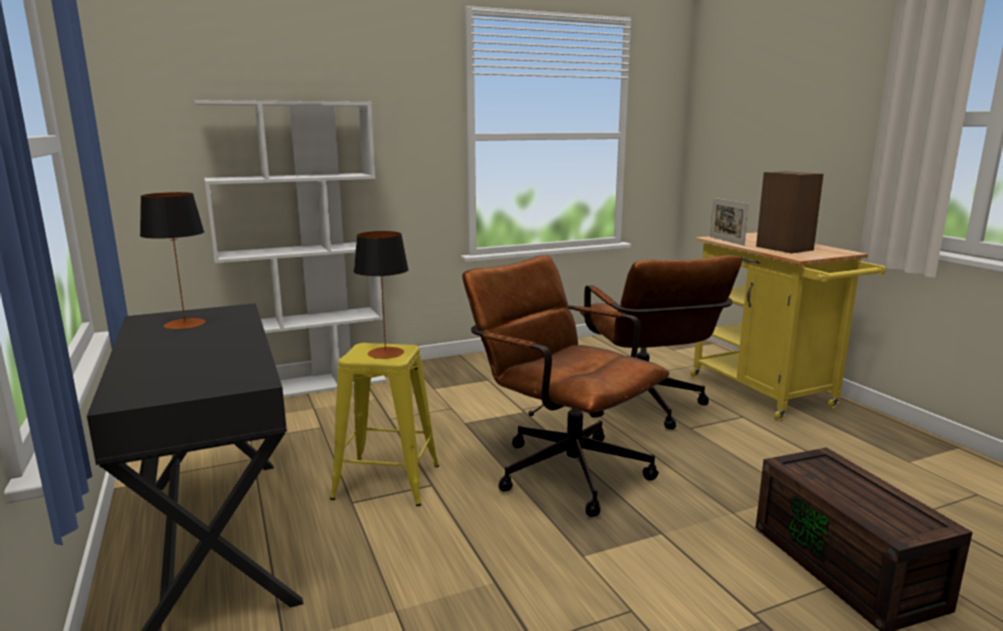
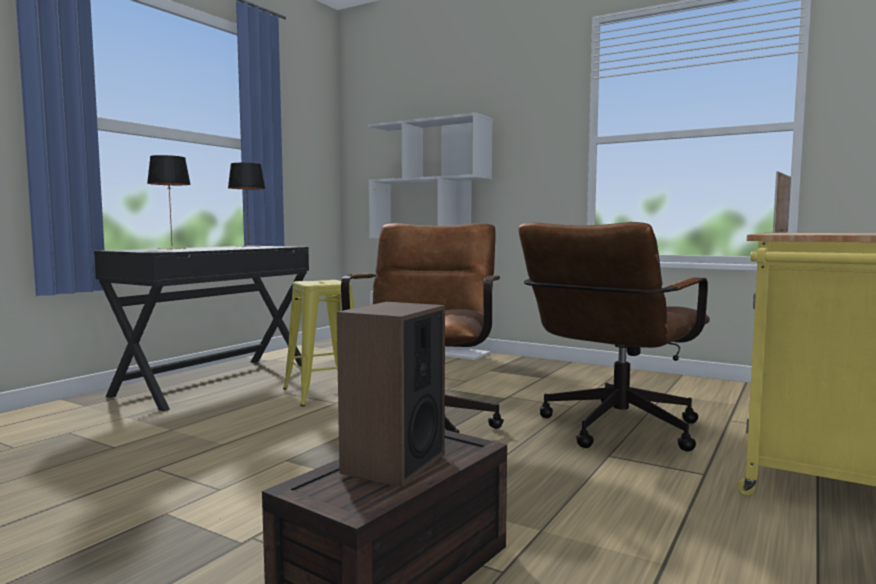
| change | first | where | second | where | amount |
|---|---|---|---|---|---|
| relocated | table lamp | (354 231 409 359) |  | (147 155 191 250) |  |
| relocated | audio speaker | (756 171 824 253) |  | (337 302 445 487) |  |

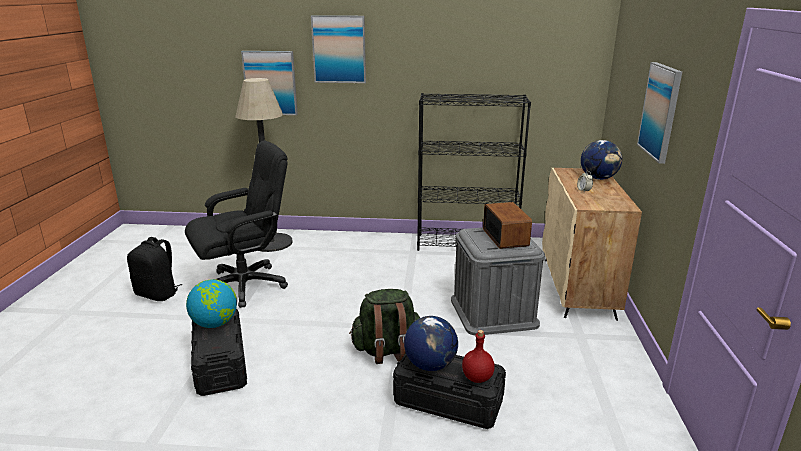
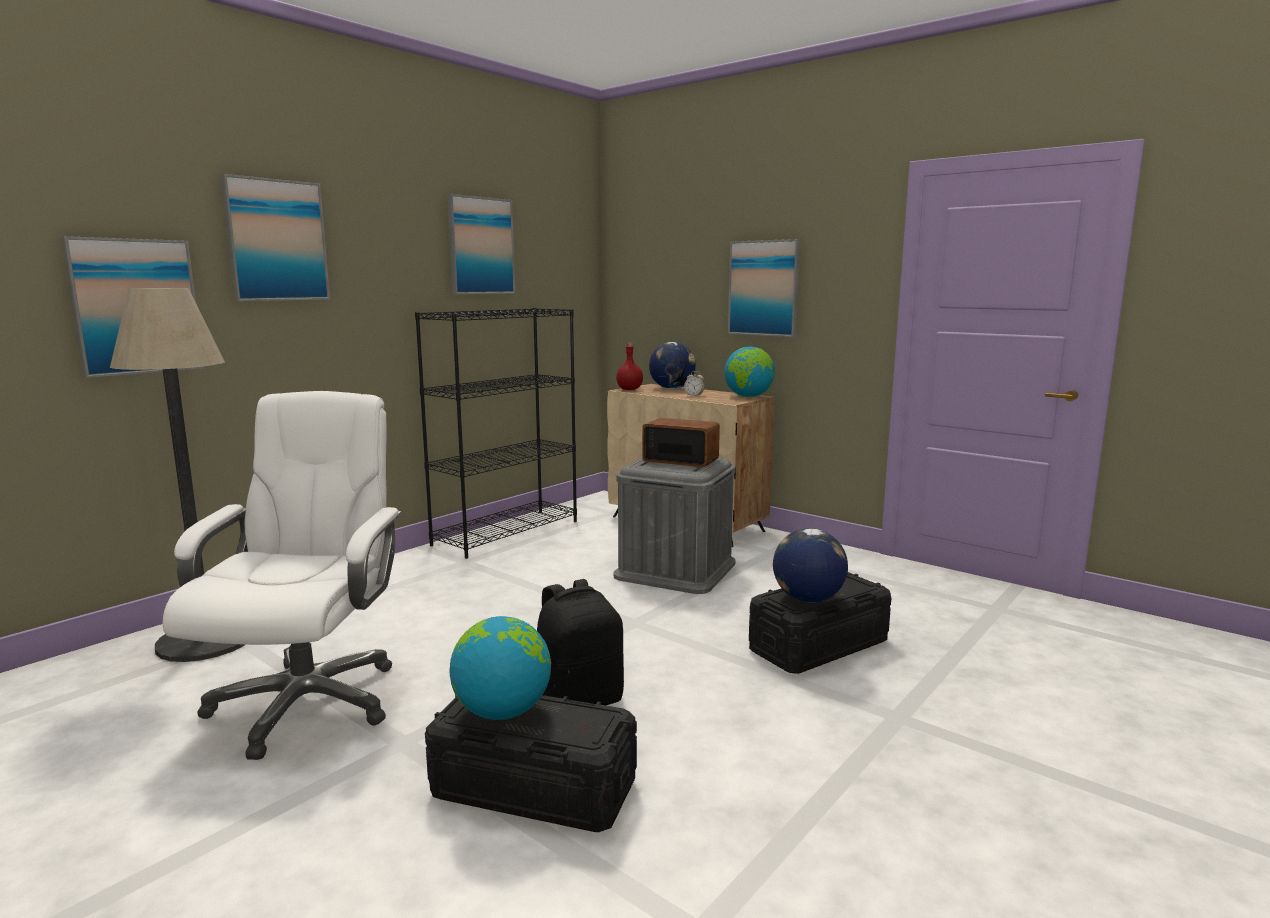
| change | first | where | second | where | amount |
|---|---|---|---|---|---|
| colour | black desk chair | (185 140 288 308) | white desk chair | (163 391 402 760) |  |
| appeared |  |  | picture | (447 194 515 295) |  |
| relocated | black backpack | (127 237 183 301) |  | (537 579 624 705) |  |
| relocated | reddish beverage bottle | (462 330 495 383) |  | (616 342 643 390) |  |
| appeared |  |  | globe | (724 347 775 397) |  |
| missing | green backpack | (349 289 420 364) |  |  |  |

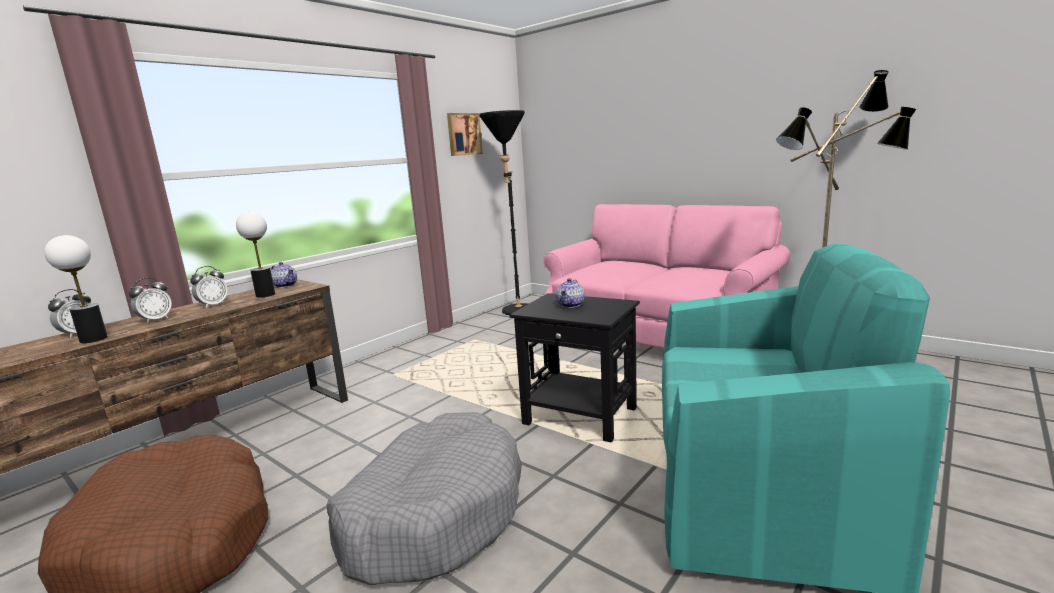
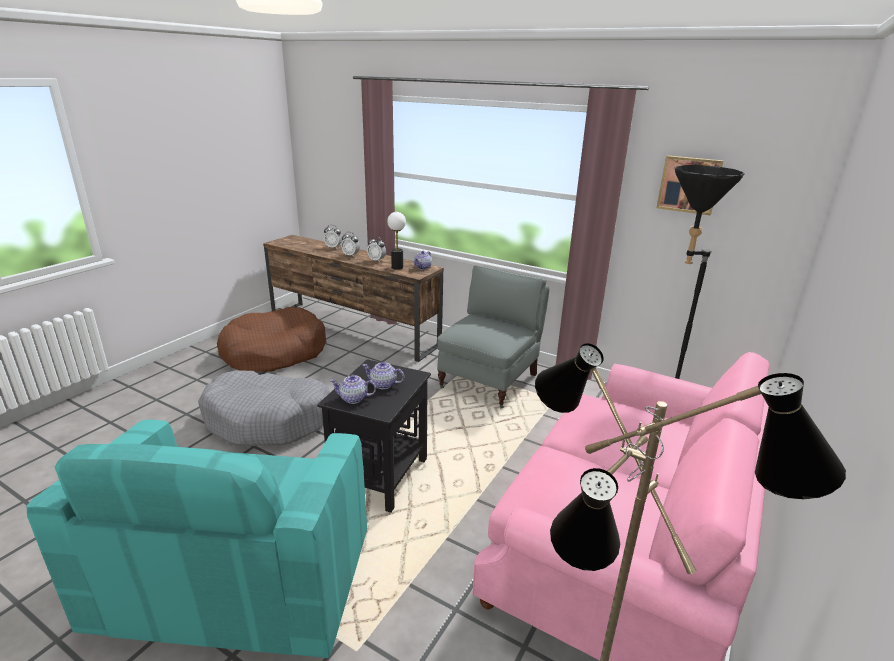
| change | first | where | second | where | amount |
|---|---|---|---|---|---|
| appeared |  |  | teapot | (330 375 376 404) |  |
| appeared |  |  | grey lounge chair | (437 265 550 408) |  |
| missing | table lamp | (44 235 108 343) |  |  |  |

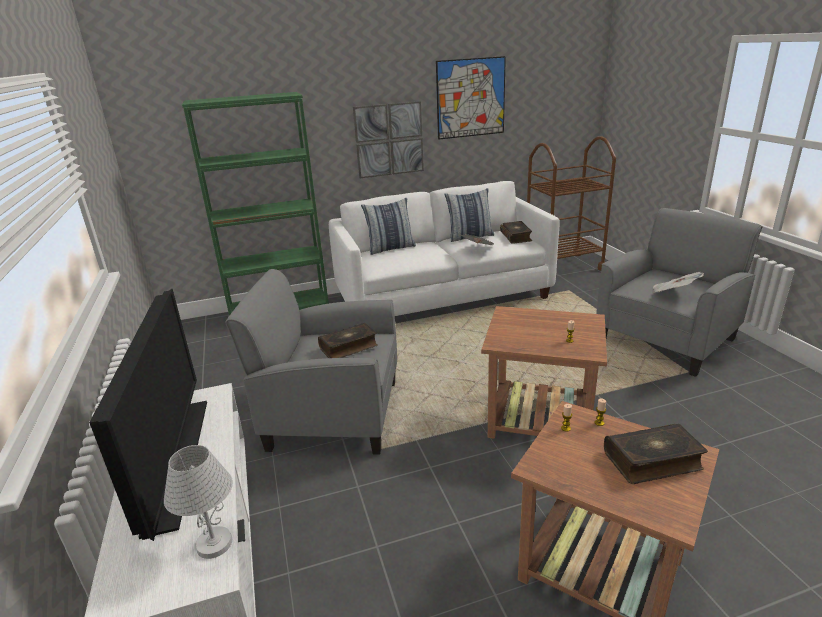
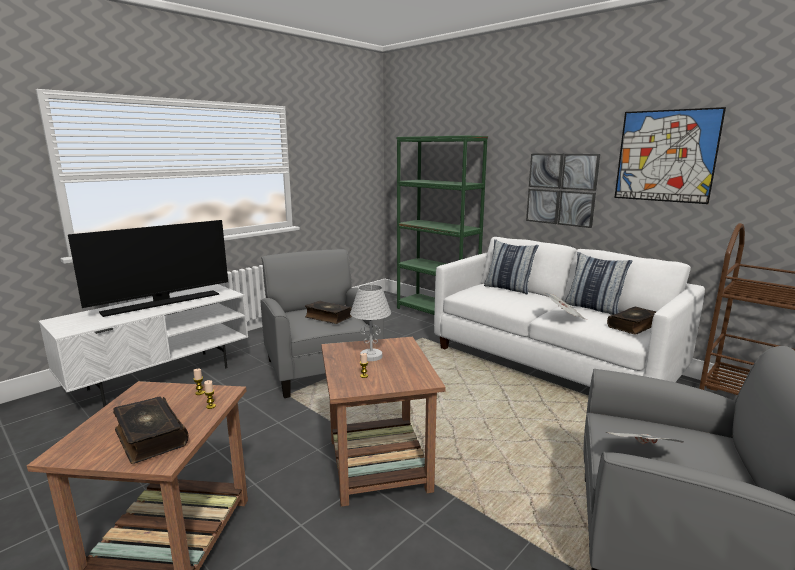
| change | first | where | second | where | amount |
|---|---|---|---|---|---|
| relocated | white table lamp | (164 445 233 559) |  | (350 284 391 361) |  |

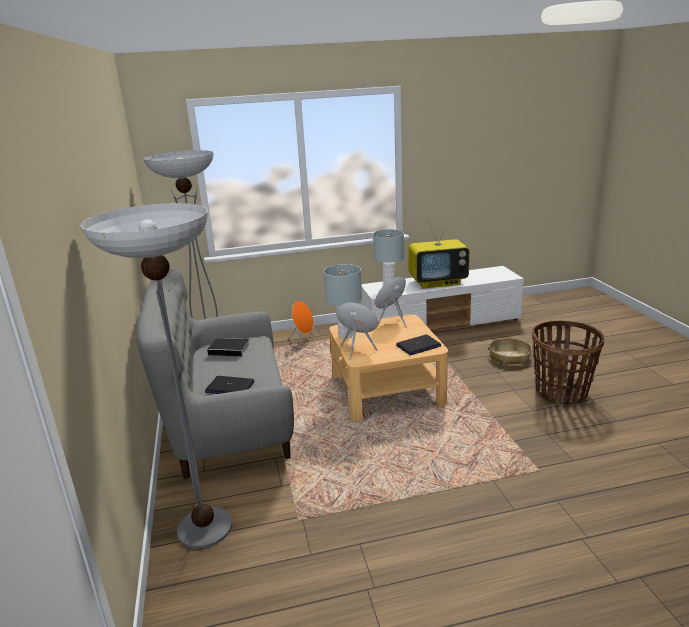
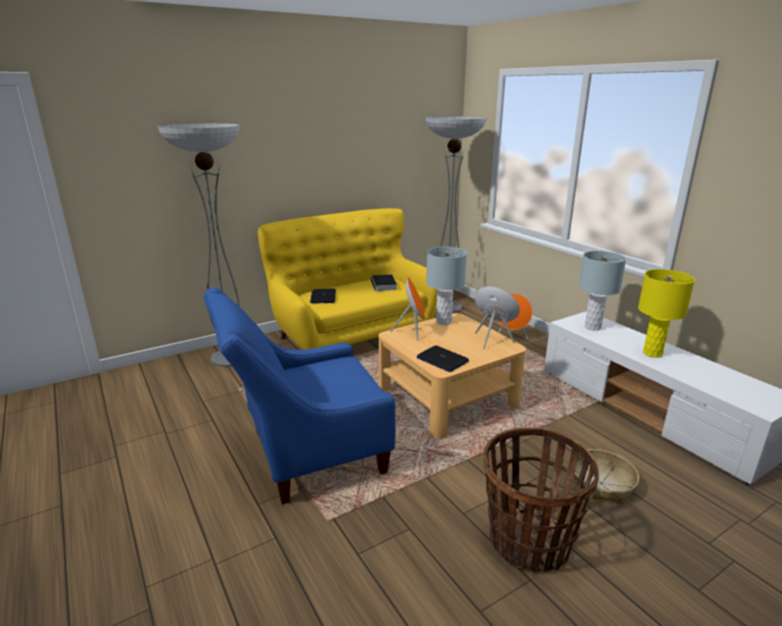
| change | first | where | second | where | amount |
|---|---|---|---|---|---|
| appeared |  |  | blue lounge chair | (203 287 396 505) |  |
| colour | grey settee | (137 269 294 479) | yellow settee | (258 208 437 350) |  |
| exchanged | TV | (408 220 470 289) | yellow table lamp | (638 269 695 358) |  |

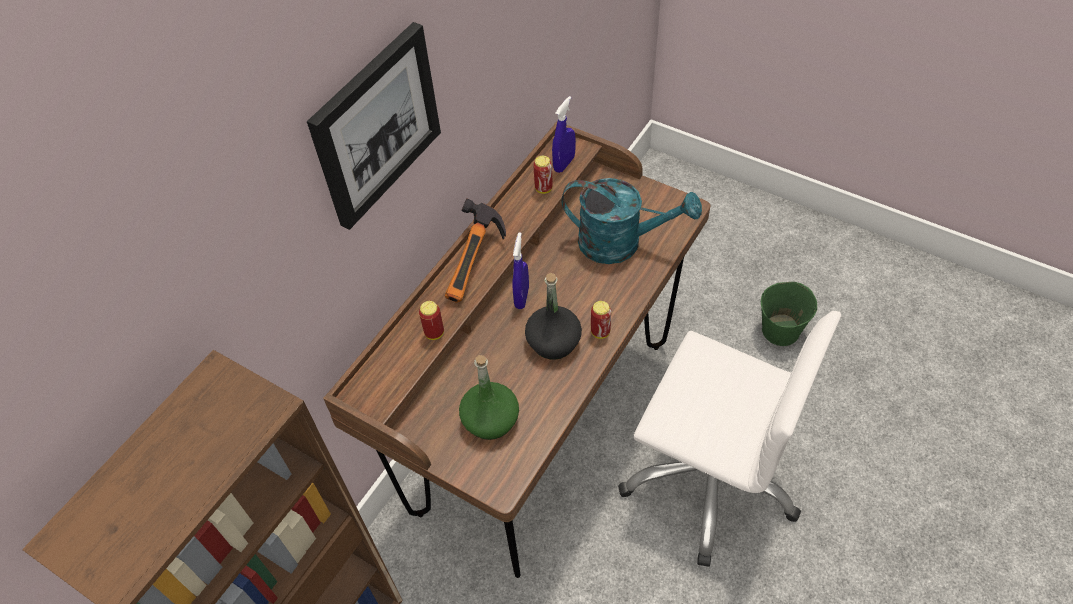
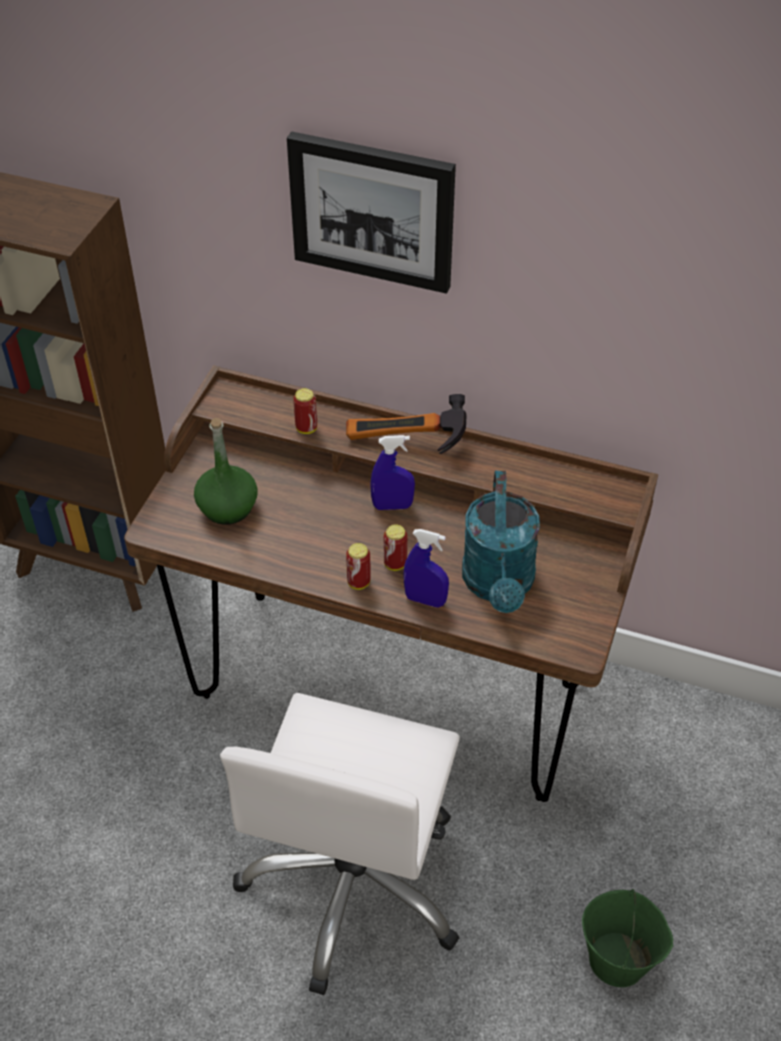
| change | first | where | second | where | amount |
|---|---|---|---|---|---|
| relocated | sealed can | (533 156 553 194) |  | (384 525 407 571) |  |
| relocated | blue sprayer | (552 96 576 173) |  | (403 529 449 608) |  |
| missing | black beverage bottle | (525 273 582 360) |  |  |  |

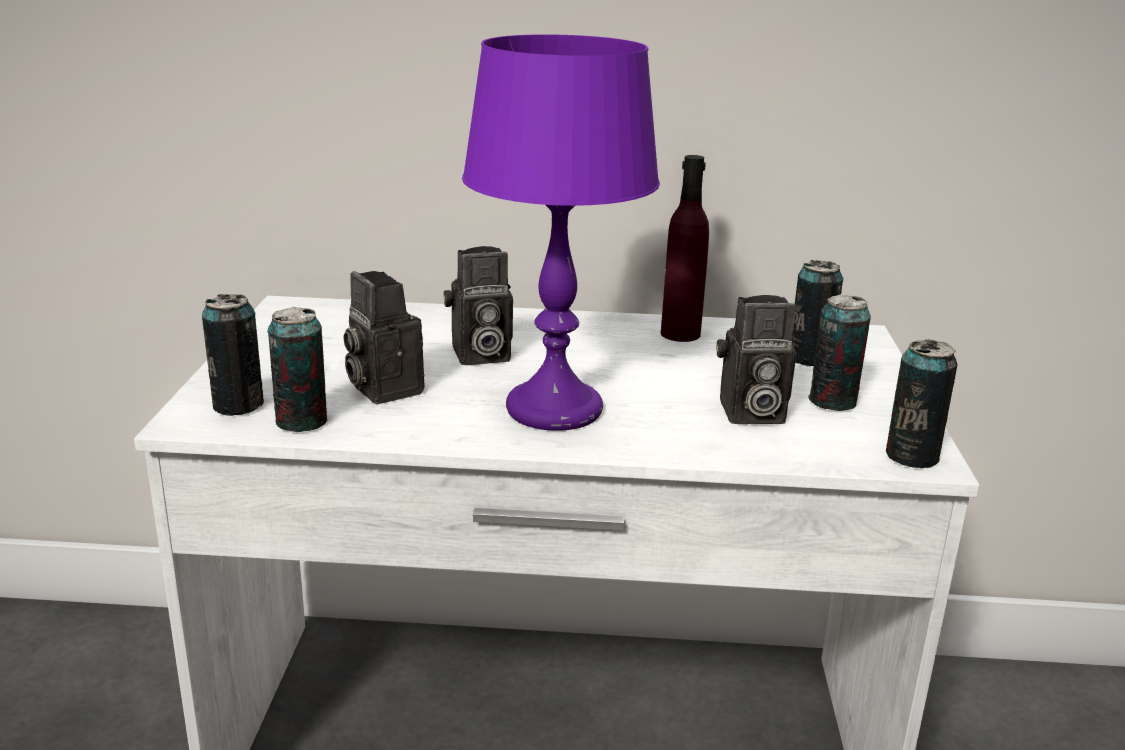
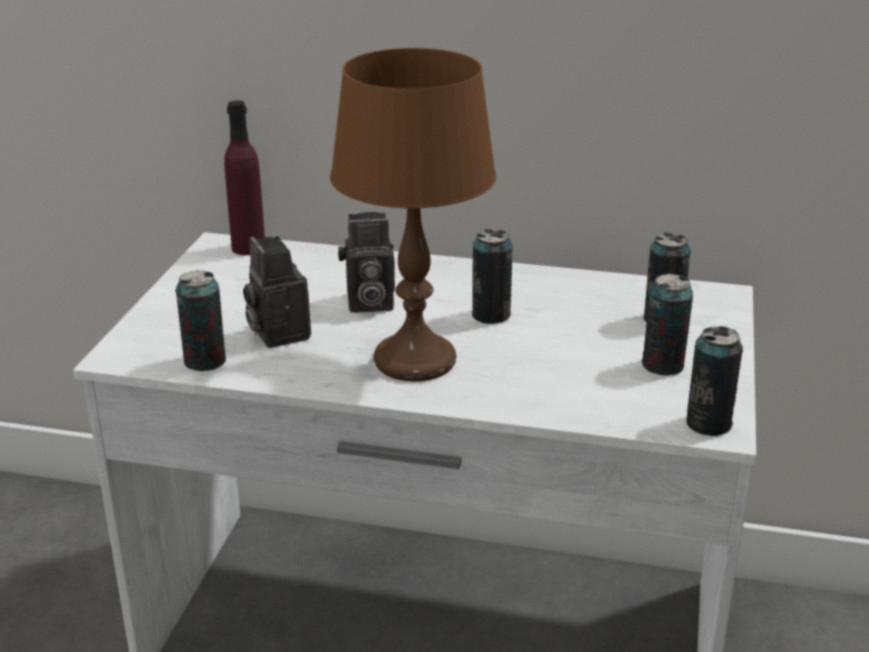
| change | first | where | second | where | amount |
|---|---|---|---|---|---|
| relocated | purple-coloured beverage bottle | (661 155 709 342) |  | (224 100 265 255) |  |
| colour | purple-coloured table lamp | (462 34 660 431) | brown-coloured table lamp | (330 48 497 382) |  |
| relocated | sealed can | (202 294 264 416) |  | (472 229 513 324) |  |
| missing | photo camera | (717 295 796 424) |  |  |  |

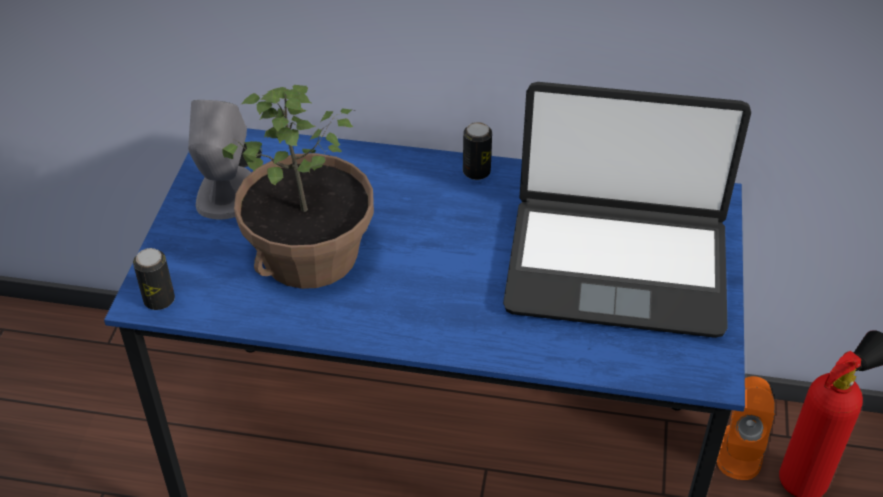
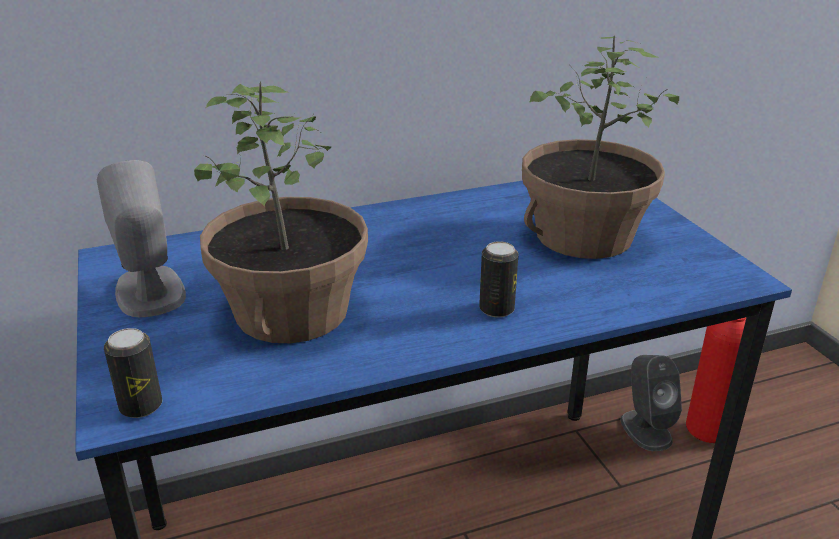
| change | first | where | second | where | amount |
|---|---|---|---|---|---|
| relocated | sealed can | (463 122 492 180) |  | (479 241 519 318) |  |
| exchanged | laptop | (503 82 751 338) | plant in a pot | (522 36 679 259) |  |
| colour | orange audio speaker | (717 376 775 480) | grey audio speaker | (621 355 682 451) |  |

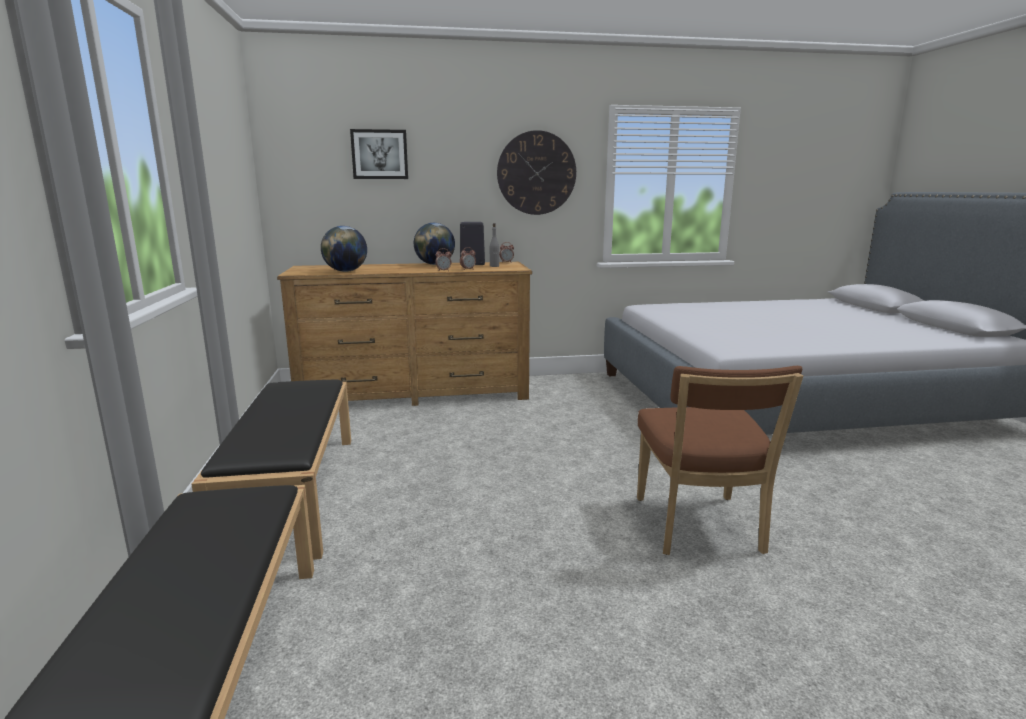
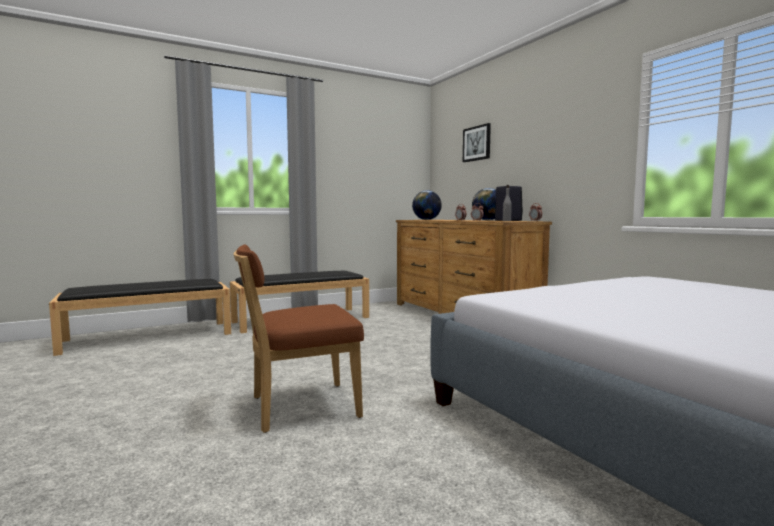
| change | first | where | second | where | amount |
|---|---|---|---|---|---|
| missing | hanging clock | (497 130 576 215) |  |  |  |

